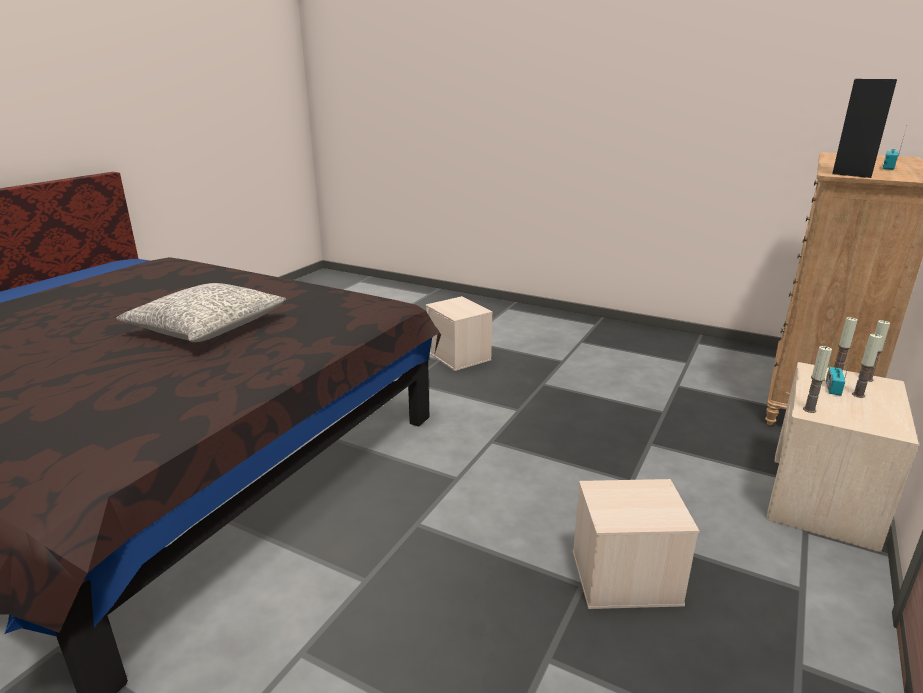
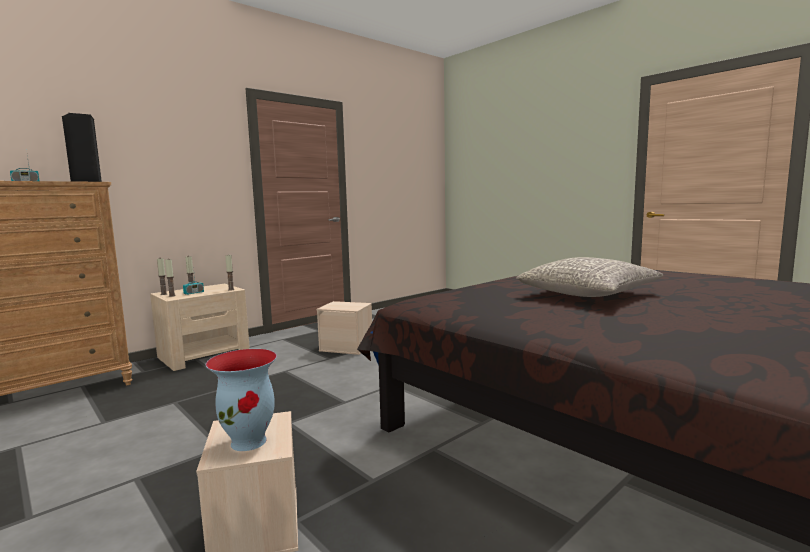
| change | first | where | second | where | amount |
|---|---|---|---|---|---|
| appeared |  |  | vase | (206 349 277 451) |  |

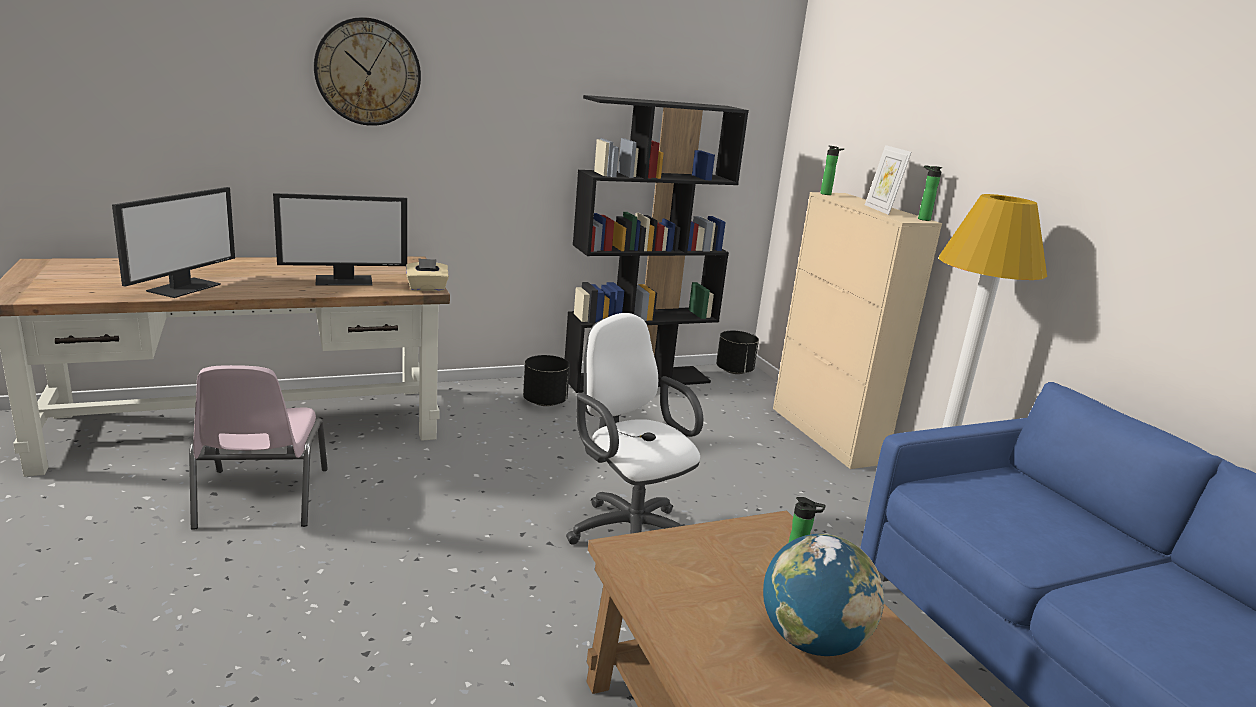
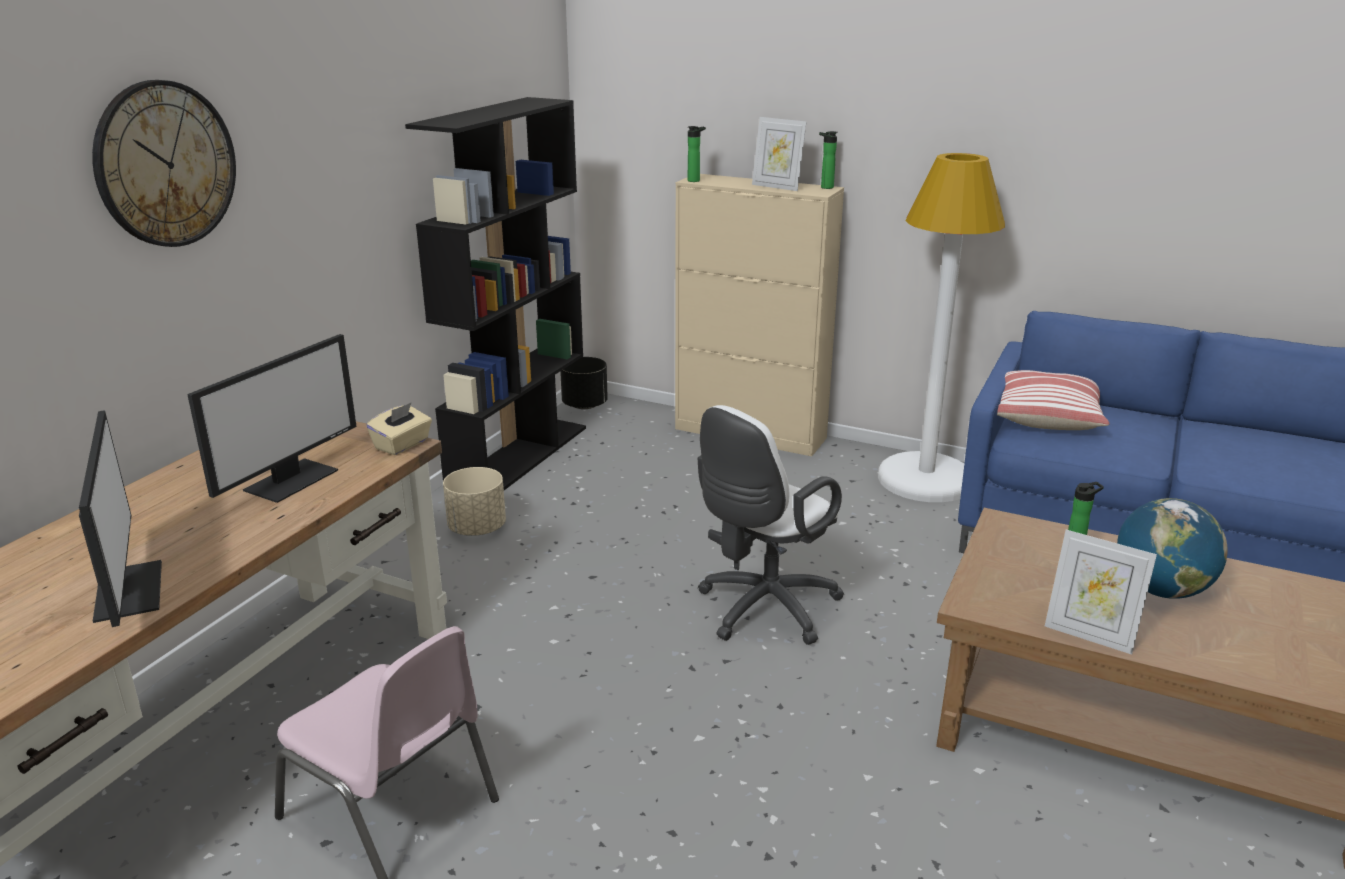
| change | first | where | second | where | amount |
|---|---|---|---|---|---|
| colour | black plant pot | (523 355 570 406) | sand-coloured plant pot | (443 467 506 536) |  |
| spun | white desk chair | (566 313 703 545) |  | (698 405 844 645) | 60 degrees counterclockwise |
| appeared |  |  | throw pillow | (997 370 1110 430) |  |
| appeared |  |  | photo frame | (1045 530 1157 655) |  |

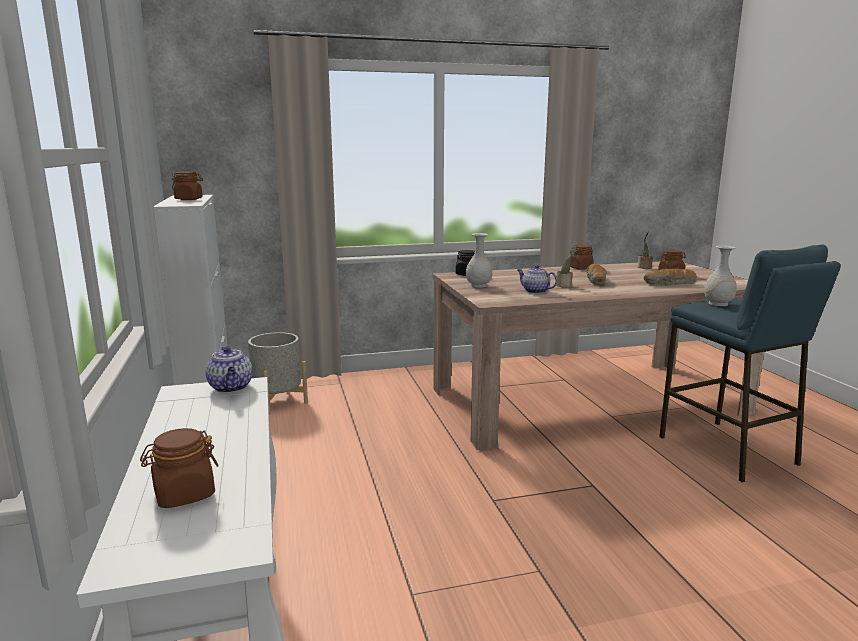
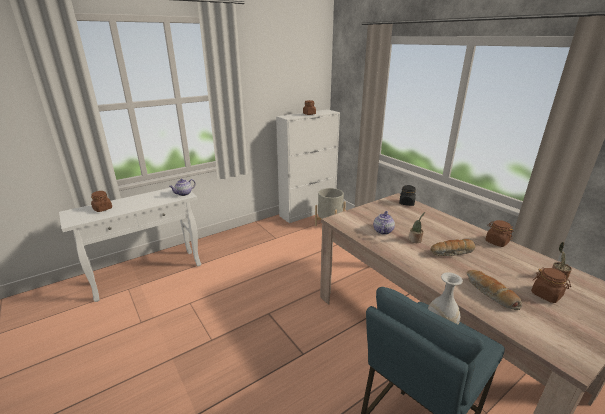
| change | first | where | second | where | amount |
|---|---|---|---|---|---|
| missing | white vase | (466 233 492 288) |  |  |  |

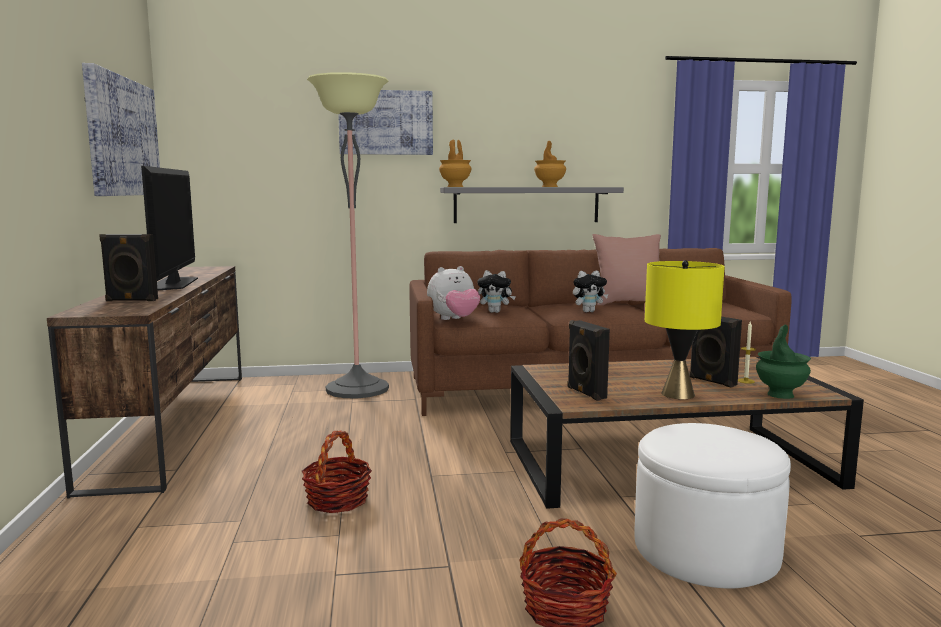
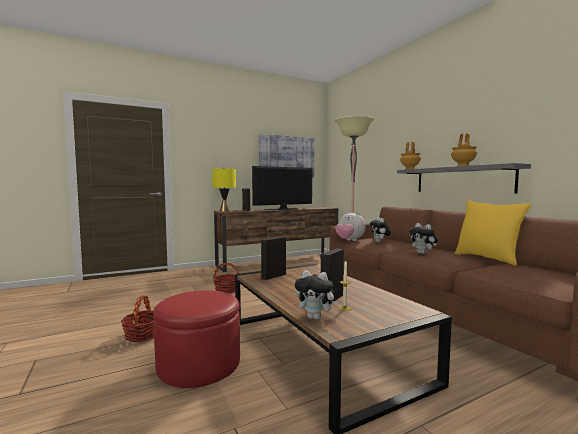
| change | first | where | second | where | amount |
|---|---|---|---|---|---|
| colour | white ottoman | (634 423 791 588) | reddish ottoman | (153 290 240 388) |  |
| relocated | yellow table lamp | (645 260 725 399) |  | (212 168 236 211) |  |
| exchanged | green vase | (756 325 811 399) | plush toy | (295 270 339 320) |  |
| colour | pinkish throw pillow | (592 234 661 305) | yellow throw pillow | (455 200 532 266) |  |
| missing | picture | (338 90 433 155) |  |  |  |

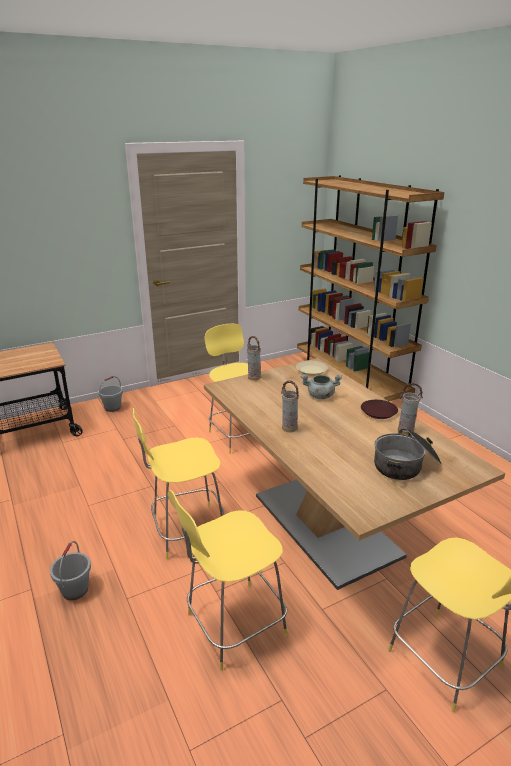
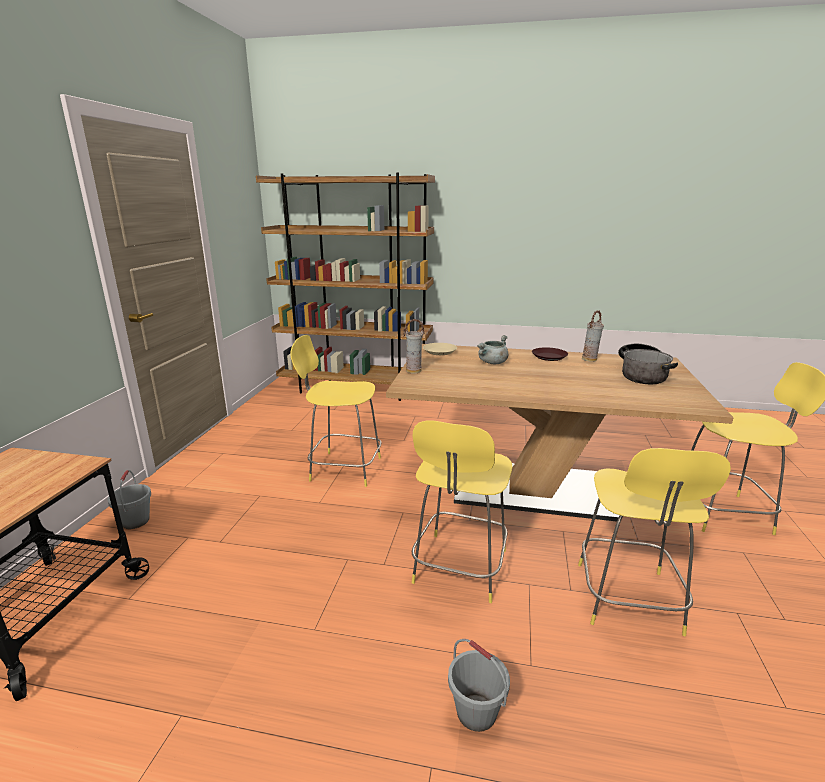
| change | first | where | second | where | amount |
|---|---|---|---|---|---|
| missing | vase | (281 380 299 432) |  |  |  |

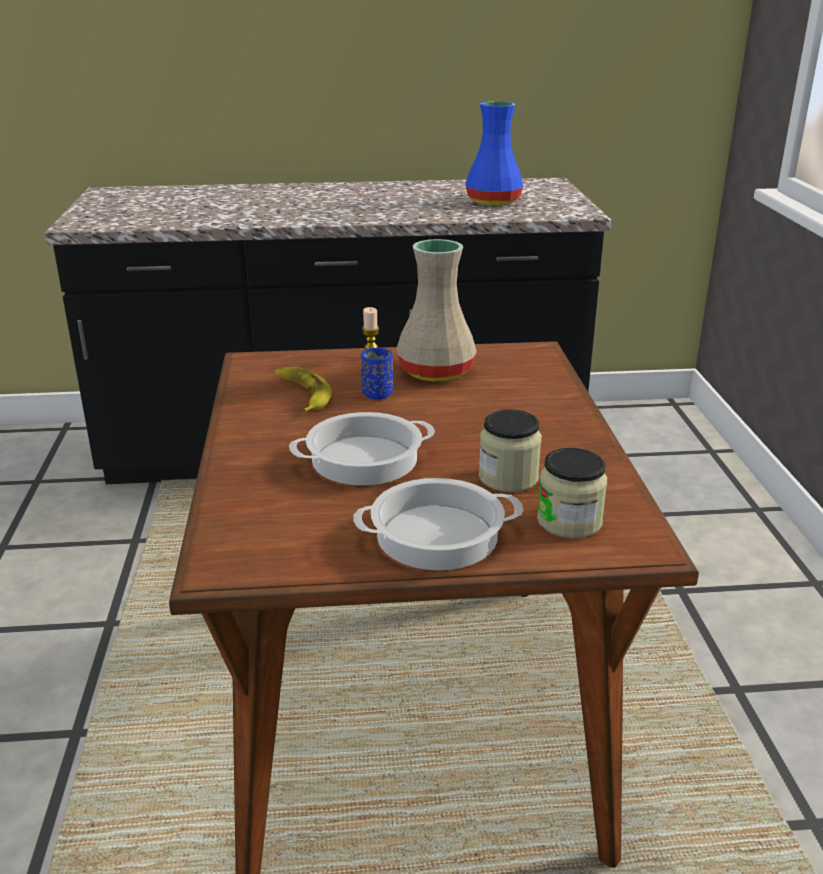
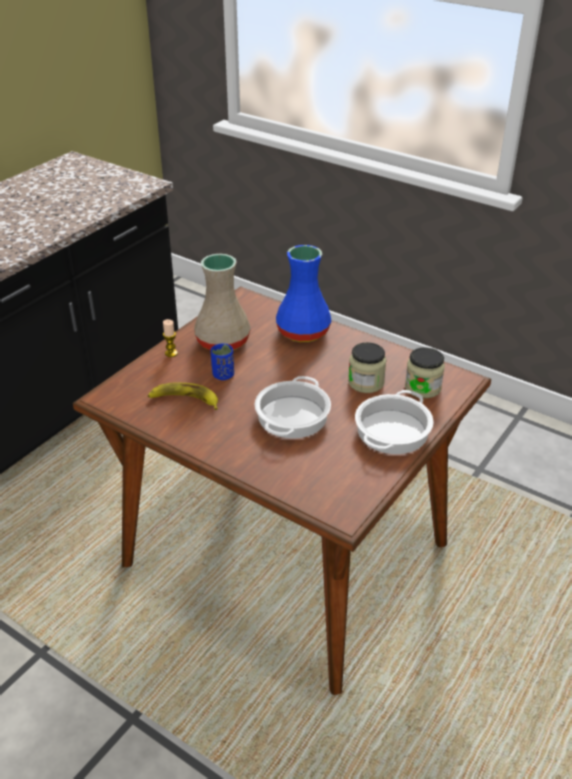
| change | first | where | second | where | amount |
|---|---|---|---|---|---|
| relocated | blue vase | (466 101 523 205) |  | (276 245 332 342) |  |

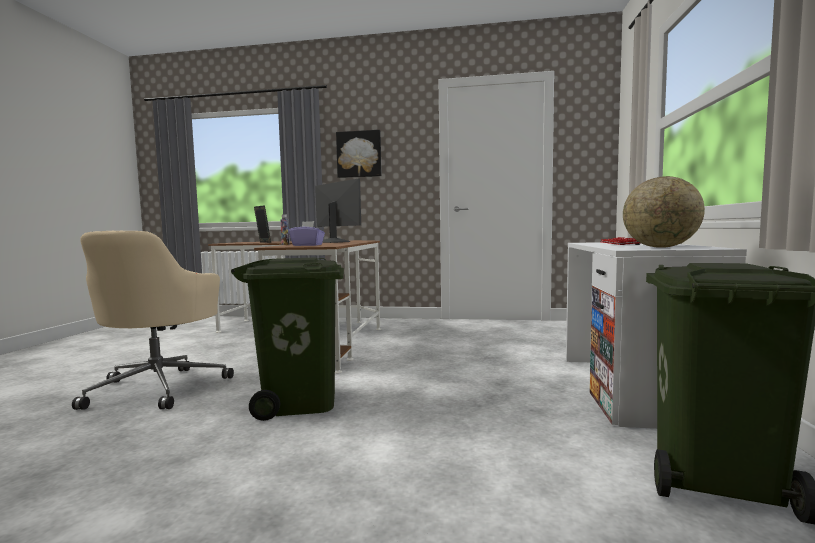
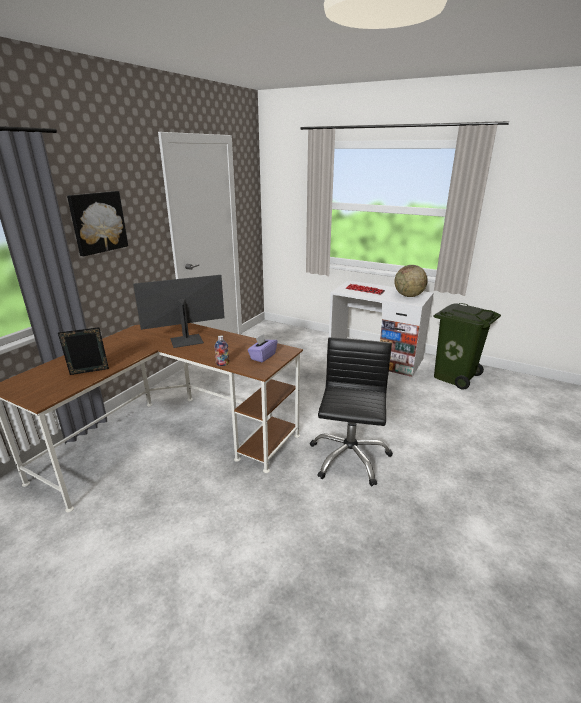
| change | first | where | second | where | amount |
|---|---|---|---|---|---|
| exchanged | green waste bin | (231 258 344 421) | black desk chair | (310 338 393 486) |  |
| missing | sand-coloured desk chair | (72 231 234 410) |  |  |  |

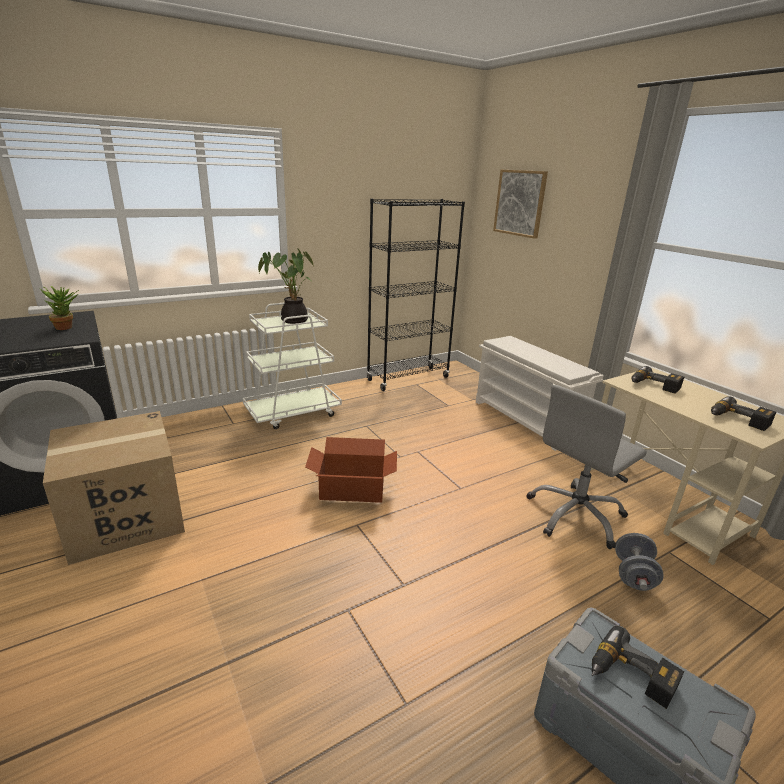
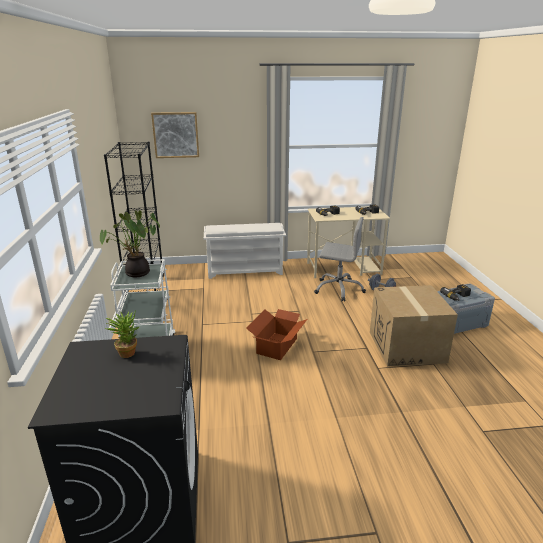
| change | first | where | second | where | amount |
|---|---|---|---|---|---|
| spun | grey desk chair | (527 385 647 549) |  | (314 217 366 301) | 60 degrees counterclockwise |
| relocated | carton | (43 411 185 565) |  | (370 285 458 367) |  |

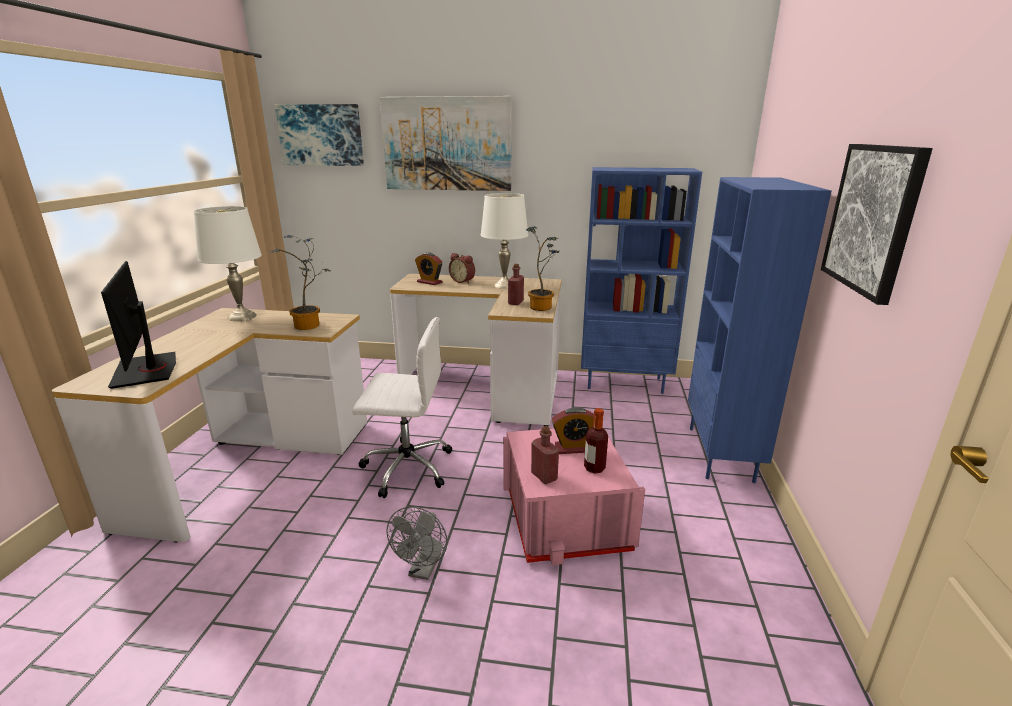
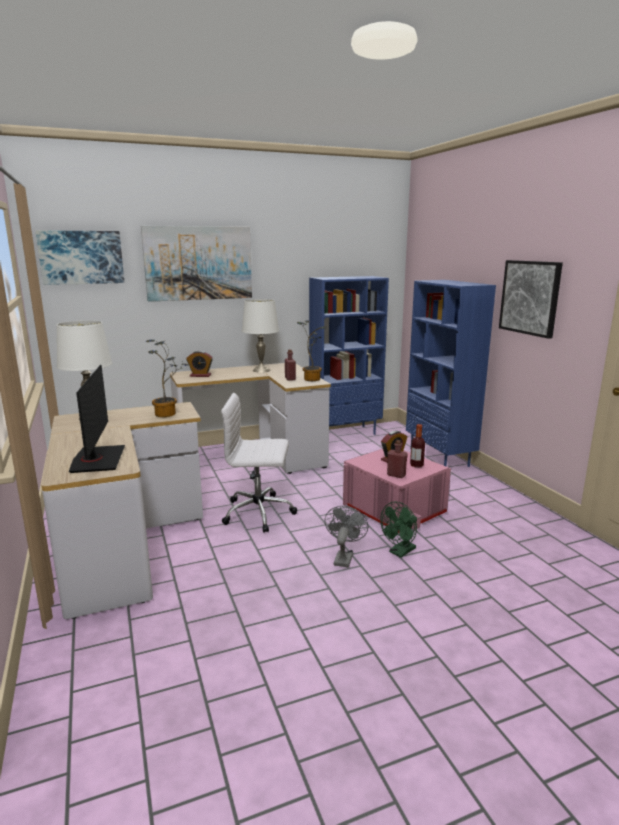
| change | first | where | second | where | amount |
|---|---|---|---|---|---|
| spun | computer display | (101 261 176 389) |  | (69 365 125 473) | 135 degrees counterclockwise |
| spun | white desk chair | (352 317 452 498) |  | (221 393 297 533) | 150 degrees counterclockwise |
| spun | grey fan | (386 507 448 580) |  | (325 506 368 567) | 150 degrees counterclockwise |
| appeared |  |  | green fan | (380 501 417 558) |  |
| missing | bedside clock | (449 253 475 283) |  |  |  |

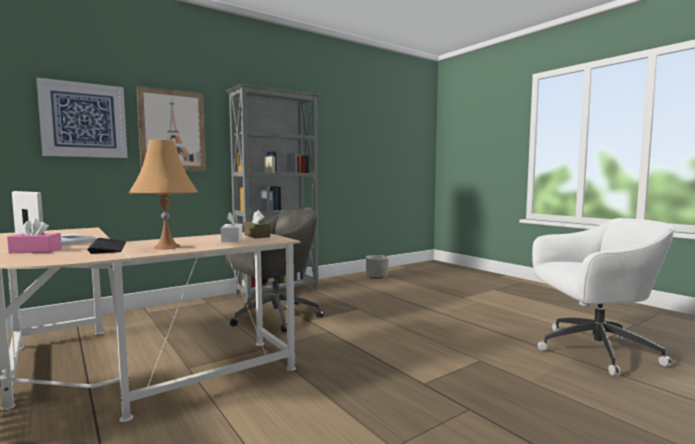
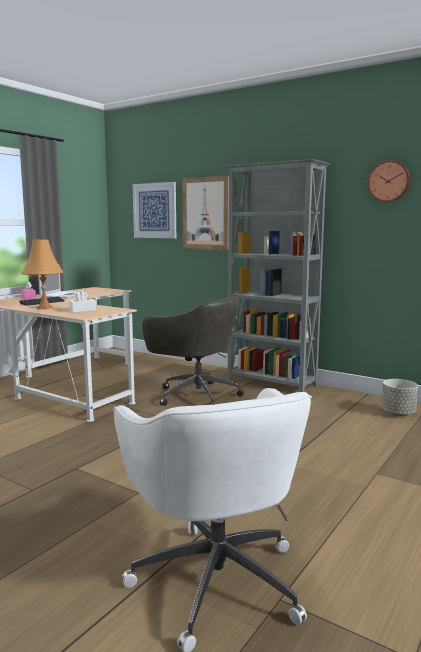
| change | first | where | second | where | amount |
|---|---|---|---|---|---|
| appeared |  |  | hanging clock | (368 160 410 202) |  |
| missing | brown-coloured tissue box | (244 210 270 238) |  |  |  |

